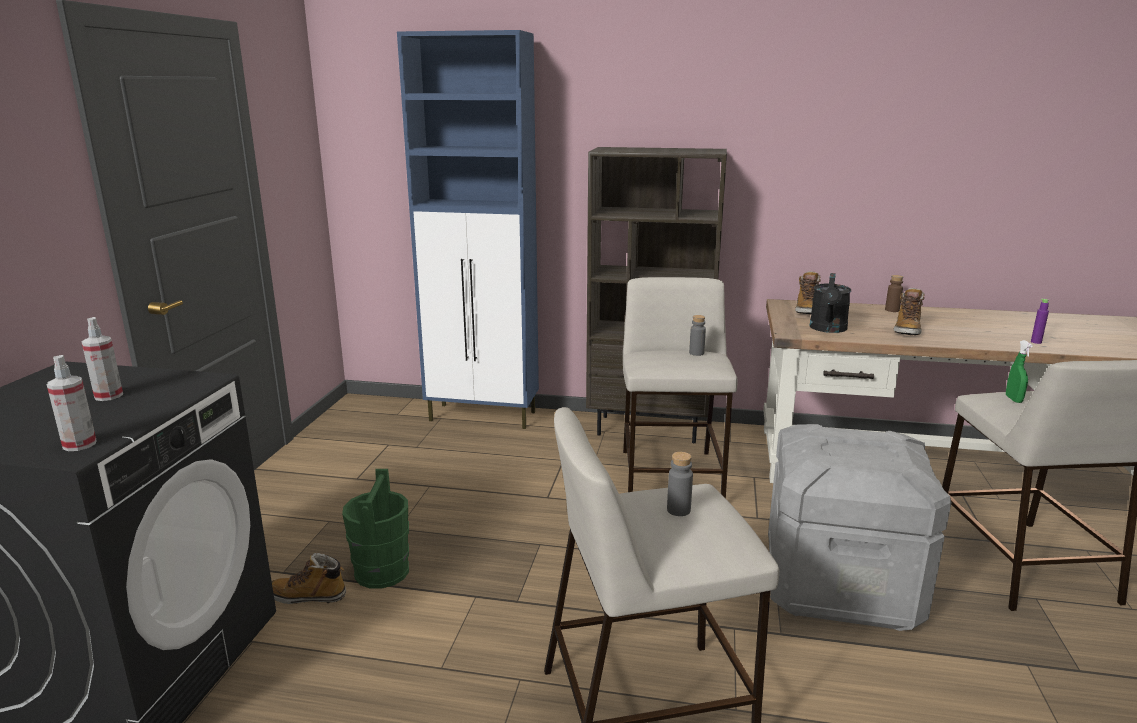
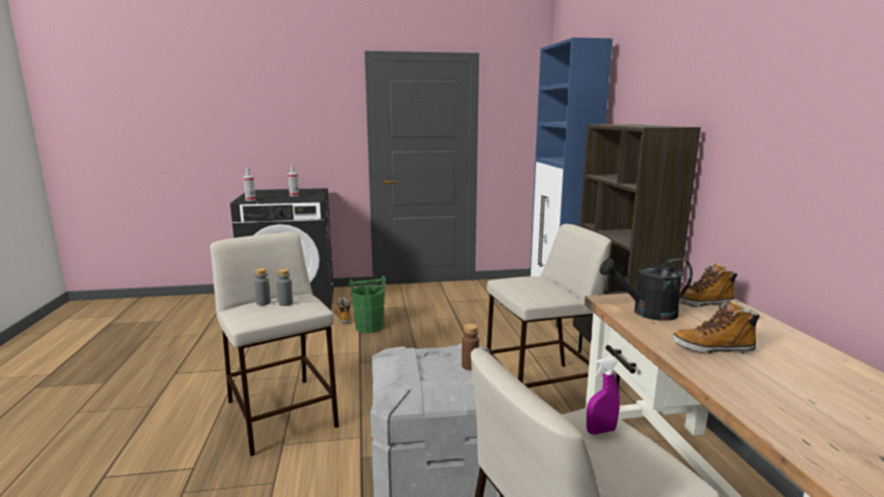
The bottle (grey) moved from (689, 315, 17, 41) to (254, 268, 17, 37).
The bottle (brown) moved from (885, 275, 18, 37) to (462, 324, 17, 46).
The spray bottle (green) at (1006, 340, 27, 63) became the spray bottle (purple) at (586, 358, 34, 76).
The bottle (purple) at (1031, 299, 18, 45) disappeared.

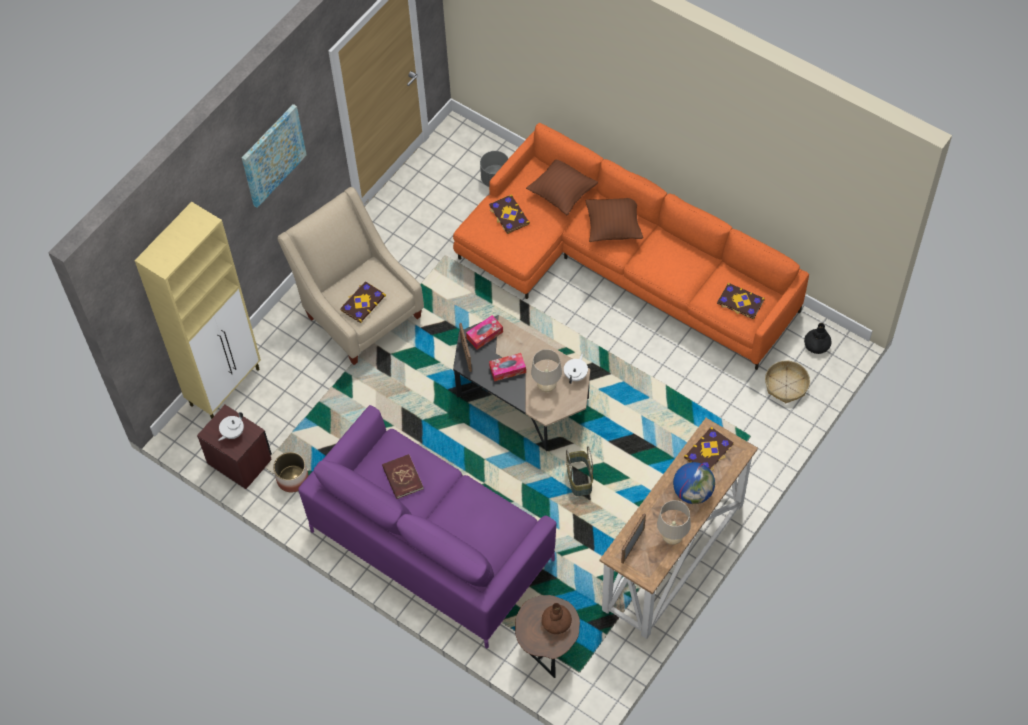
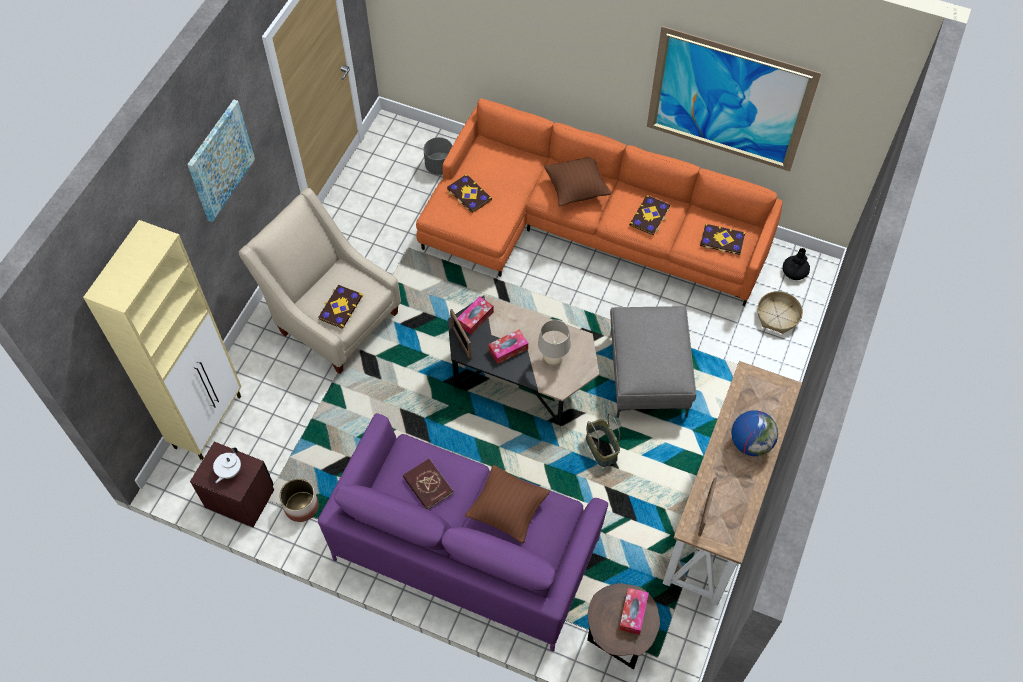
The pillow (brown) moved from (526, 160, 72, 55) to (465, 465, 85, 79).
The vase (brown) at (542, 603, 30, 31) was replaced by the tissue box at (619, 588, 30, 47).
The teapot (white) at (564, 354, 24, 30) disappeared.
The table lamp (beige) at (657, 500, 34, 45) disappeared.
The book moved from (684, 427, 50, 44) to (629, 195, 41, 40).
The ottoman (grey) at (610, 306, 86, 112) appeared.
The picture at (647, 26, 174, 146) appeared.

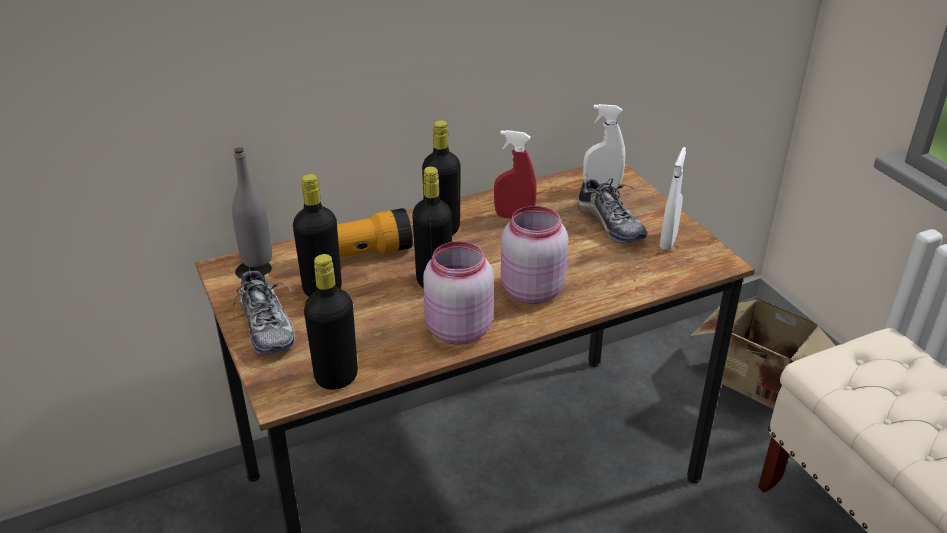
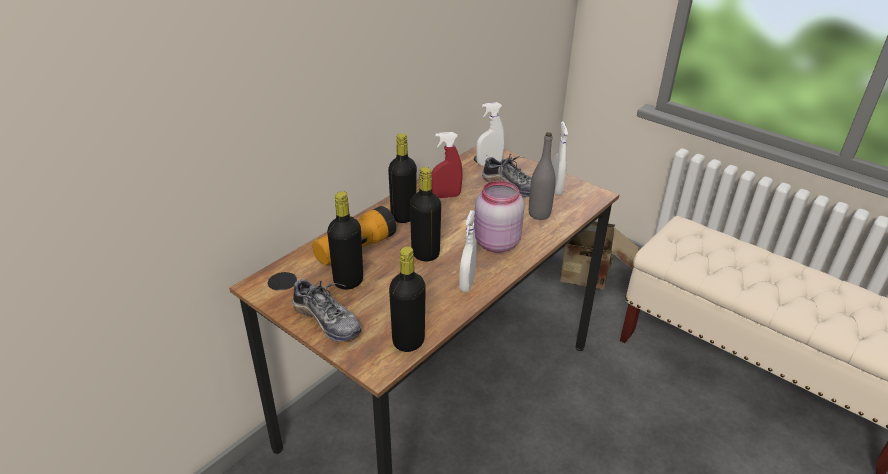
The bottle (grey) moved from (232, 147, 40, 120) to (529, 132, 27, 88).
The jar (pink) at (423, 241, 71, 104) was replaced by the spray bottle (white) at (459, 210, 18, 82).

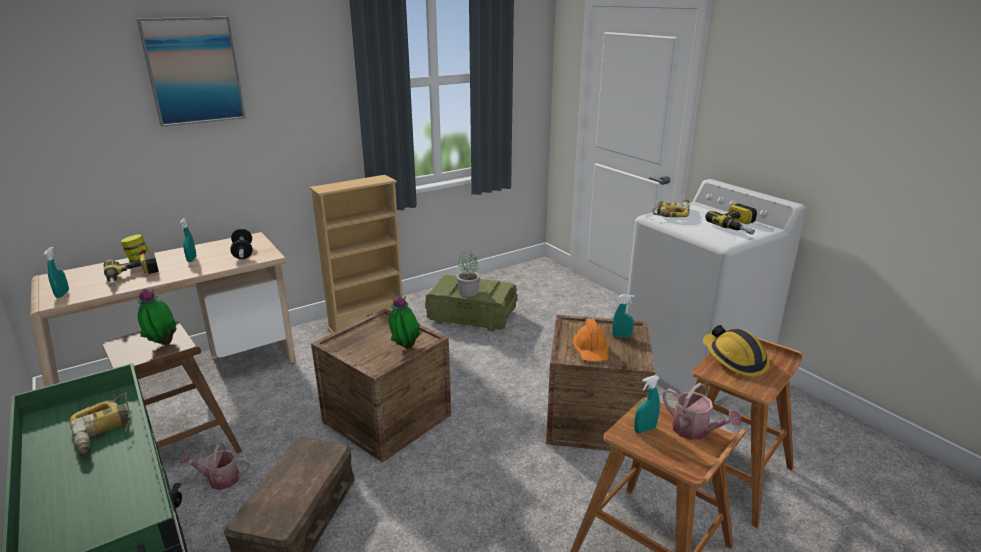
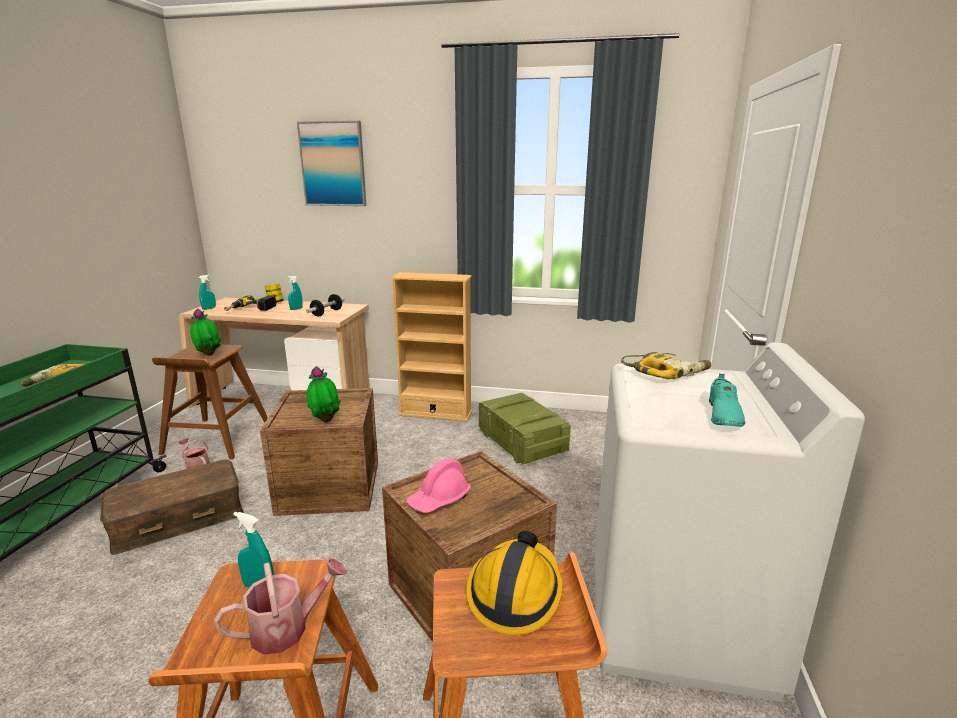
The potted plant at (456, 250, 24, 47) disappeared.
The hard hat (orange) at (573, 319, 35, 43) became the hard hat (pink) at (406, 458, 65, 55).
The spray bottle (turquoise) at (612, 294, 22, 43) disappeared.
The watering can at (662, 383, 80, 57) turned 120 degrees counterclockwise.
The power drill at (705, 204, 52, 31) was replaced by the shoe (turquoise) at (709, 374, 36, 53).

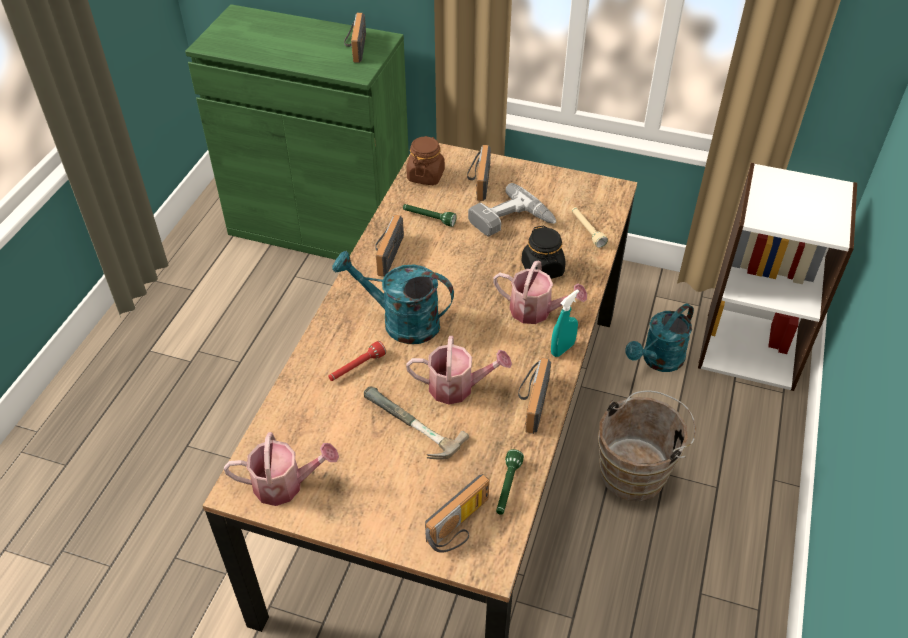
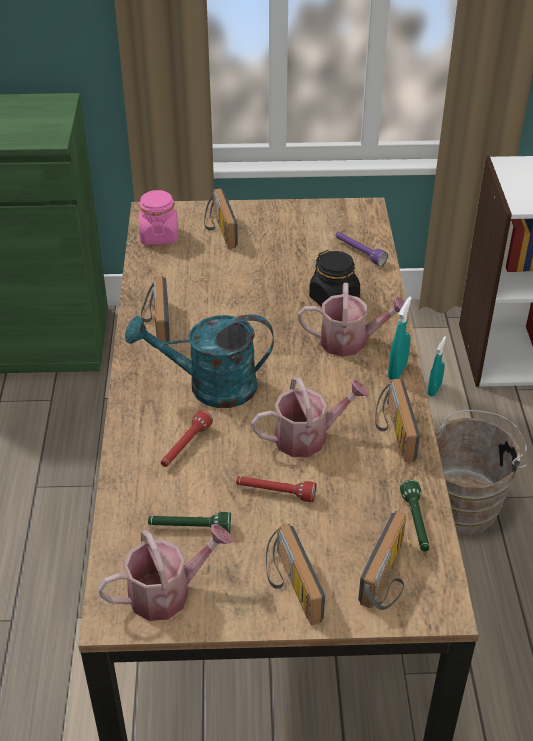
The radio moved from (344, 13, 22, 50) to (266, 524, 59, 101).
The hammer at (364, 387, 105, 73) was replaced by the flashlight (red) at (236, 476, 80, 26).
The flashlight (green) moved from (403, 204, 54, 23) to (148, 512, 83, 21).
The jar (brown) at (407, 136, 38, 49) became the jar (pink) at (139, 190, 39, 55).
The power drill at (468, 183, 88, 53) disappeared.
The flashlight (beige) at (572, 207, 36, 41) became the flashlight (purple) at (335, 232, 53, 34).
The watering can (turquoise) at (626, 304, 68, 68) was replaced by the spray bottle (turquoise) at (428, 336, 18, 61).

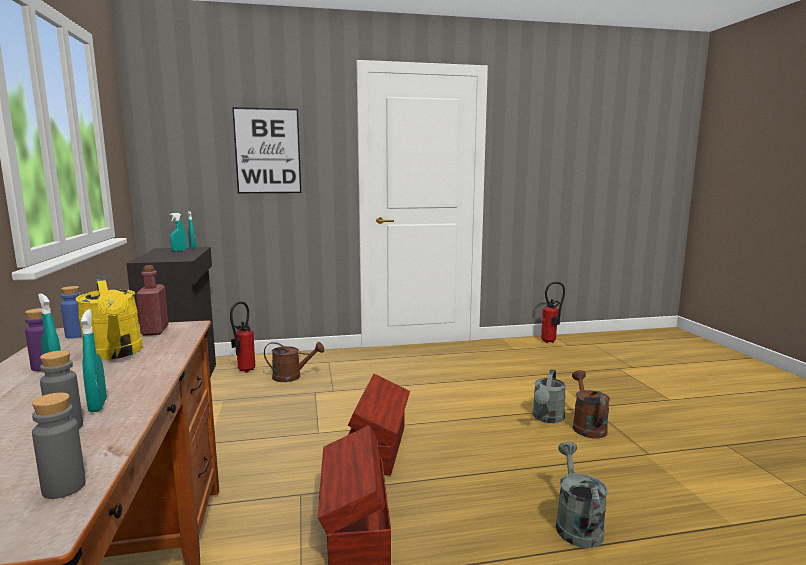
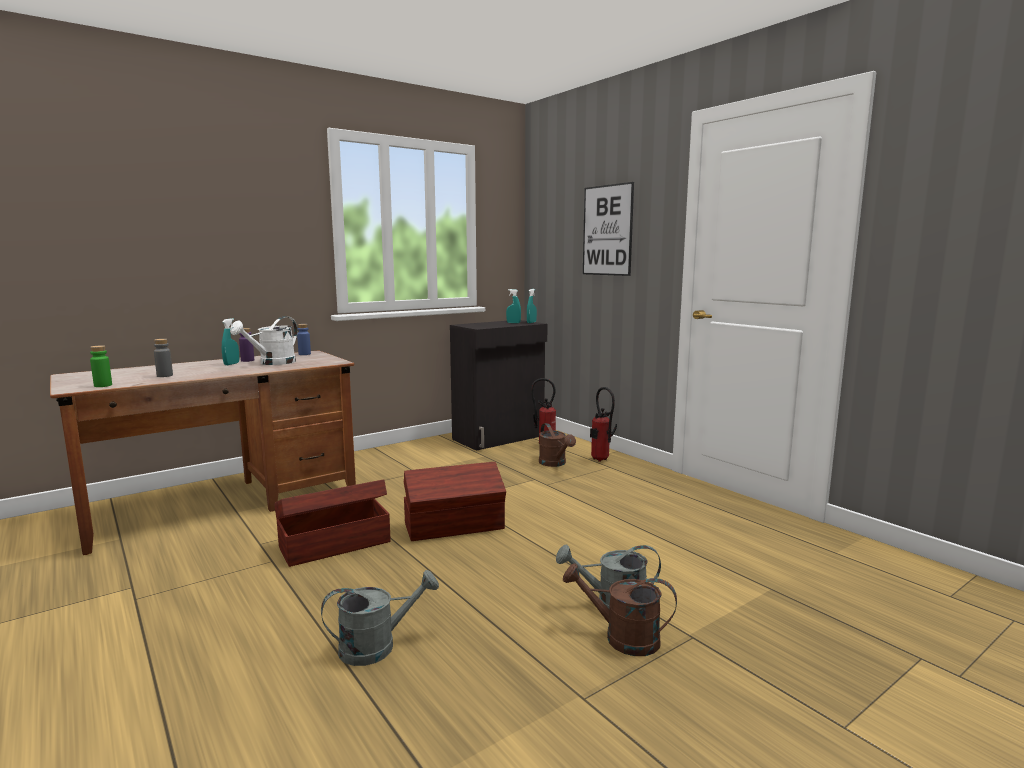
The bottle (grey) at (32, 393, 54, 106) became the bottle (green) at (90, 345, 22, 42).
The watering can (yellow) at (76, 275, 67, 85) became the watering can (white) at (230, 316, 67, 49).
The spray bottle (turquoise) at (81, 309, 26, 103) disappeared.
The bottle (red) at (136, 265, 32, 71) disappeared.
The fire extinguisher moved from (541, 282, 24, 61) to (590, 387, 27, 75).
The watering can (brown) at (572, 370, 38, 69) turned 135 degrees counterclockwise.

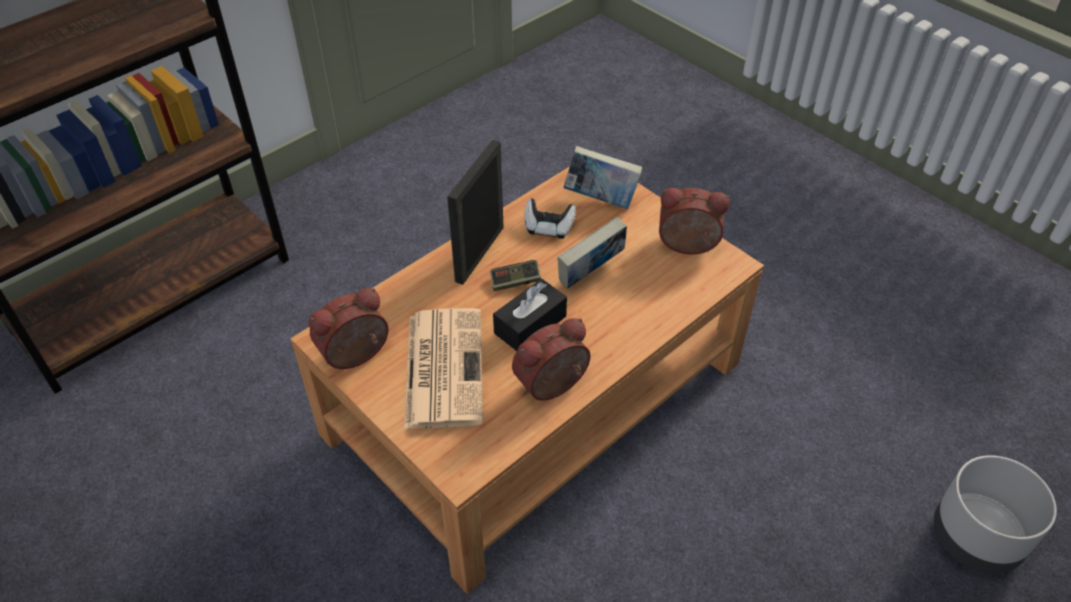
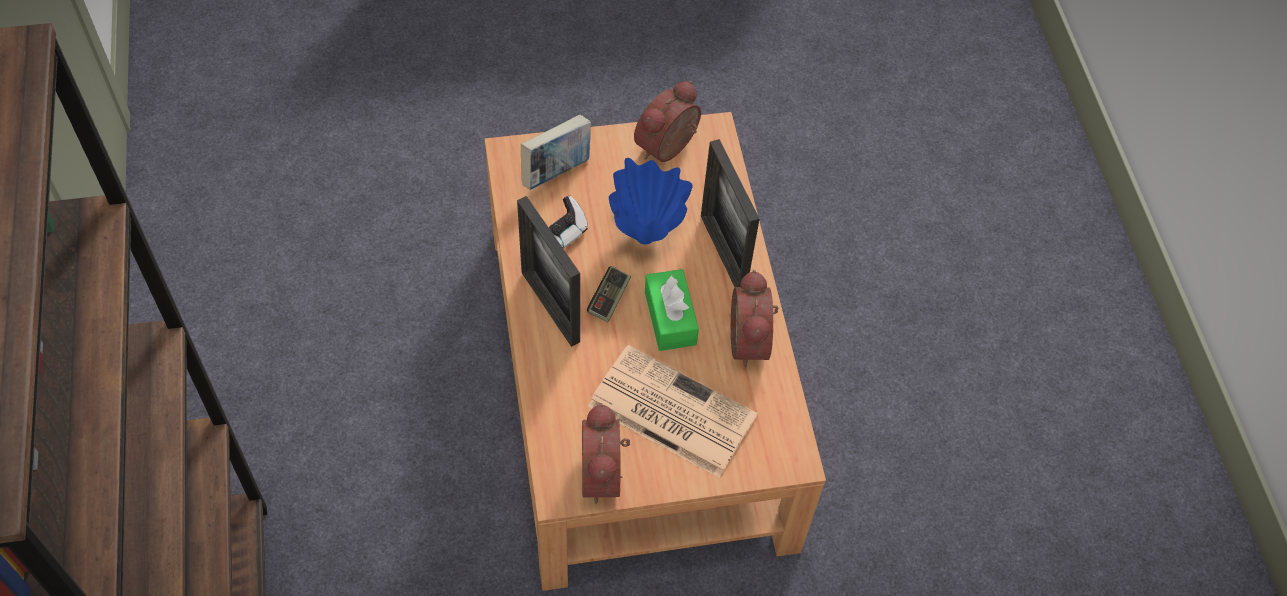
The tissue box (black) at (493, 279, 74, 72) became the tissue box (green) at (645, 269, 54, 82).
The book at (558, 217, 69, 72) was replaced by the vase (blue) at (609, 158, 84, 86).
The planter (grey) at (934, 455, 123, 119) disappeared.
The picture frame at (701, 139, 59, 148) appeared.

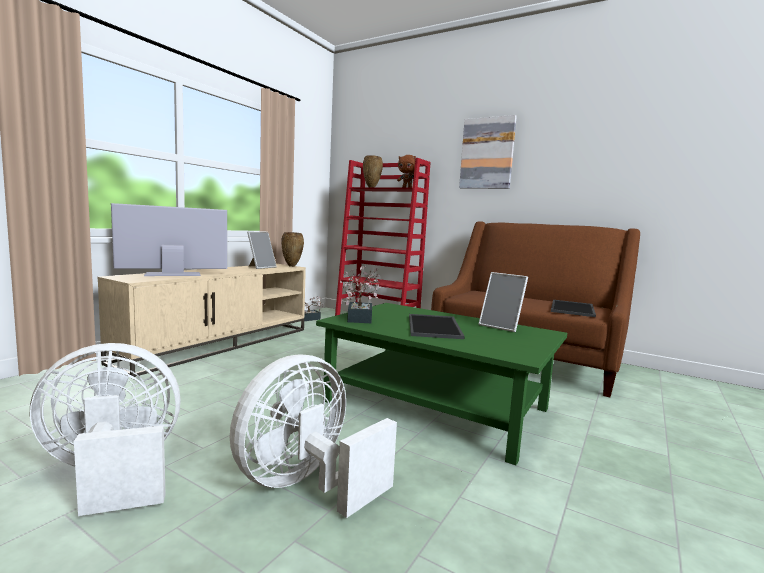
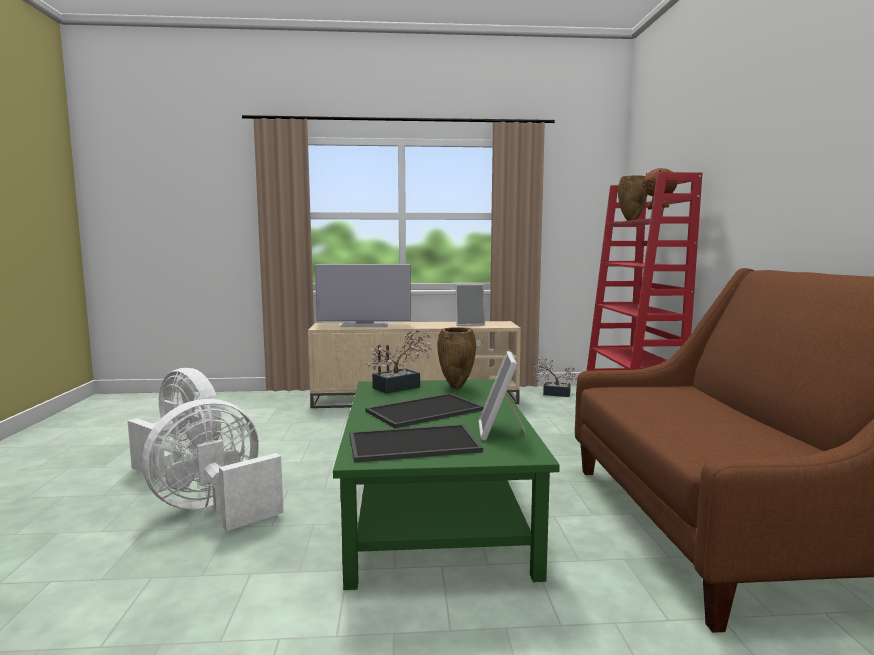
The television at (111, 203, 116, 73) turned 150 degrees clockwise.
The fan (white) at (230, 354, 167, 164) turned 45 degrees counterclockwise.
The vase (brown) moved from (281, 232, 23, 35) to (437, 327, 39, 62).
The picture at (459, 115, 58, 74) disappeared.
The tray moved from (551, 300, 45, 17) to (350, 424, 133, 39).

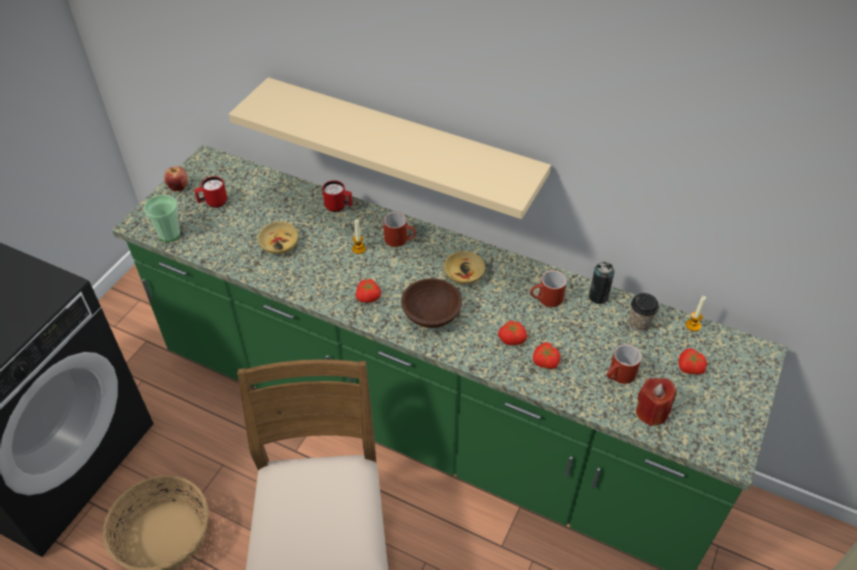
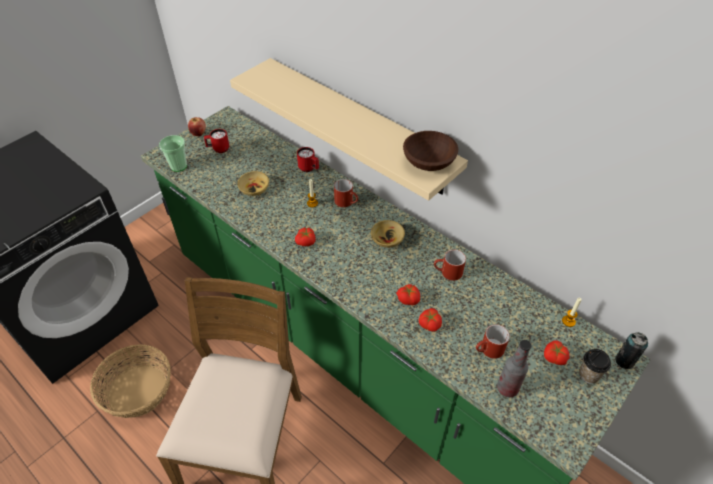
The bowl (brown) moved from (401, 278, 61, 50) to (403, 131, 55, 40).
The can moved from (589, 262, 26, 42) to (615, 332, 33, 37).
The cup moved from (629, 293, 30, 38) to (579, 349, 32, 35).
The candle (red) at (636, 378, 41, 48) was replaced by the bottle at (497, 340, 34, 57).

